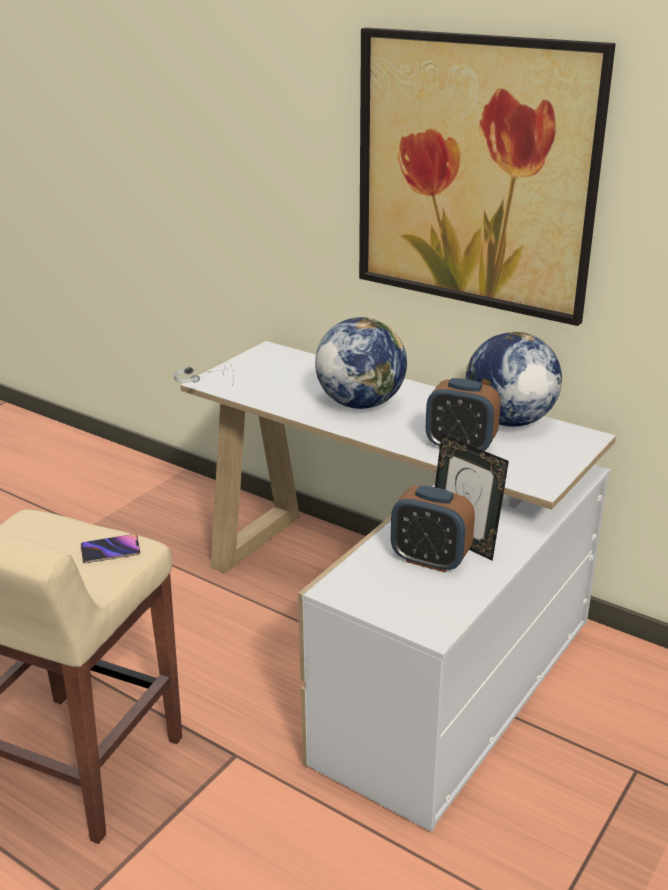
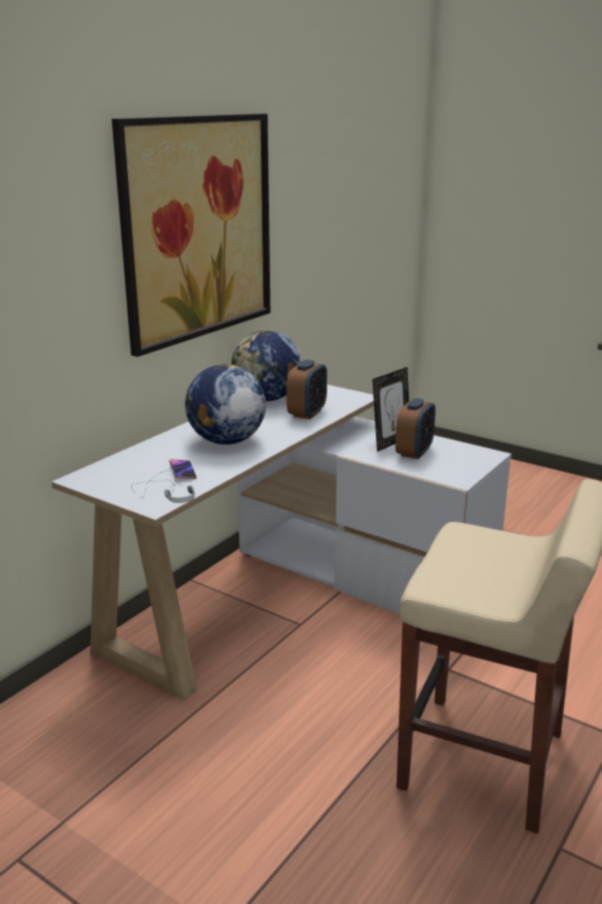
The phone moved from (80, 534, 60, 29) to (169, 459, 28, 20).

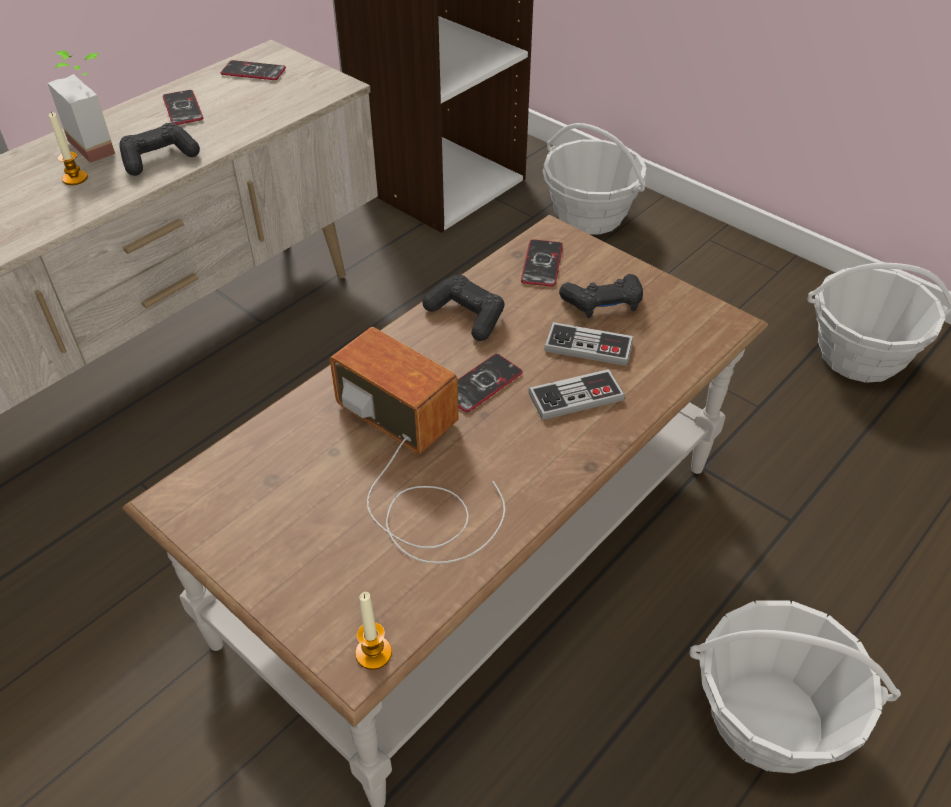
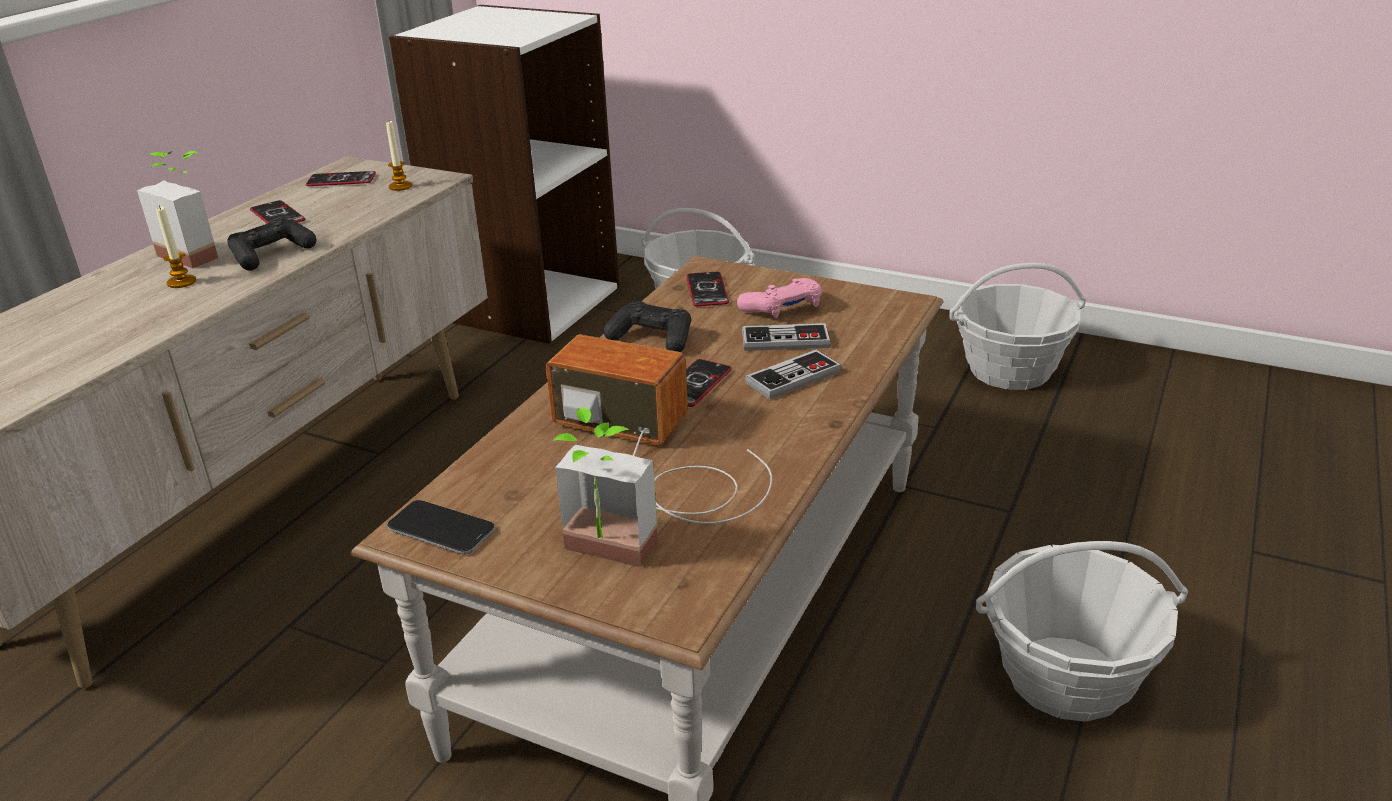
The candle moved from (355, 592, 37, 78) to (386, 121, 26, 70).
The game controller (black) at (559, 274, 84, 44) became the game controller (pink) at (737, 278, 85, 40).
The phone at (387, 500, 108, 54) appeared.
The potted plant at (552, 407, 106, 160) appeared.

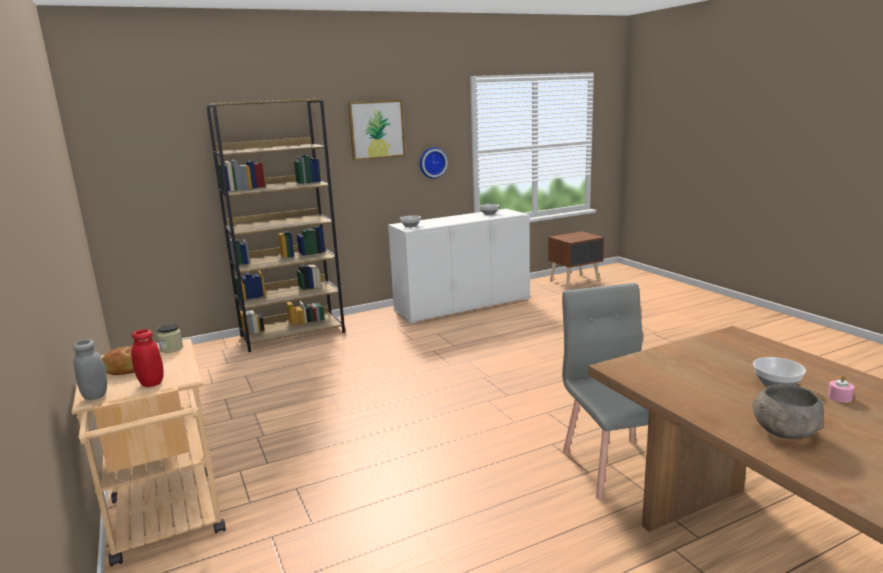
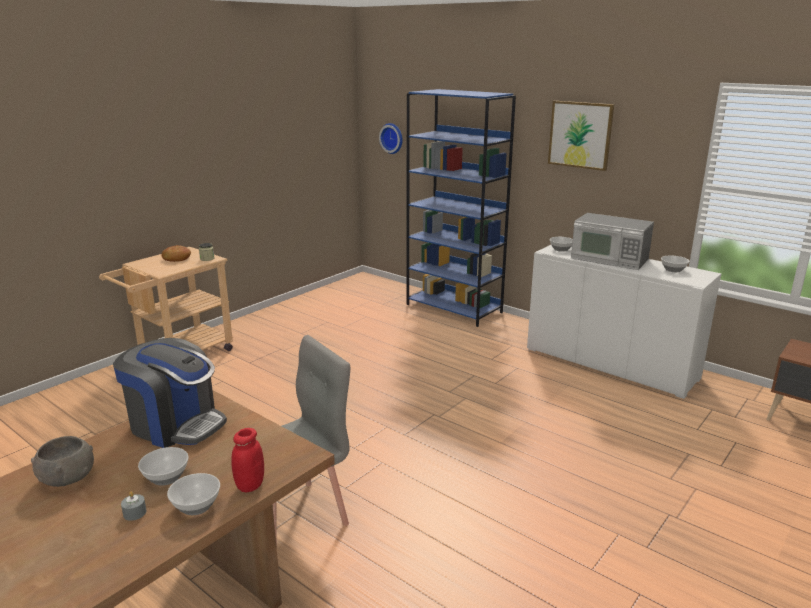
The jar (grey) at (73, 339, 34, 61) disappeared.
The jar (red) moved from (131, 329, 33, 58) to (231, 428, 33, 64).
The bookcase (brown) at (206, 99, 139, 253) became the bookcase (blue) at (407, 89, 109, 238).
The wall clock moved from (420, 147, 28, 32) to (379, 123, 23, 31).
The candle (pink) at (828, 374, 26, 29) became the candle (grey) at (121, 491, 26, 30).
The coffee machine at (113, 338, 114, 110) appeared.
The bowl at (167, 473, 53, 42) appeared.
The microwave at (571, 213, 83, 57) appeared.

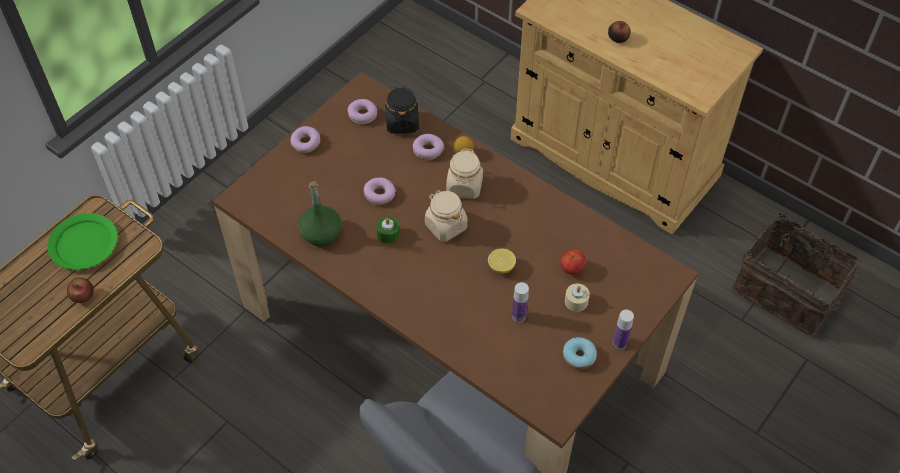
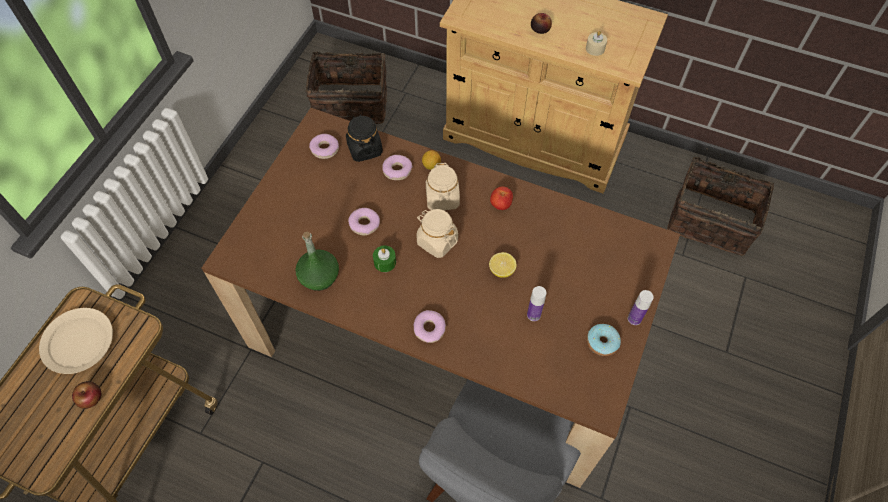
The plate (green) at (47, 213, 71, 57) became the plate (beige) at (39, 308, 74, 66).
The donut moved from (290, 126, 30, 27) to (414, 310, 32, 33).
The tomato moved from (560, 249, 26, 26) to (490, 187, 23, 23).
The candle (beige) moved from (565, 284, 25, 28) to (586, 31, 21, 25).
The basket at (305, 42, 82, 82) appeared.

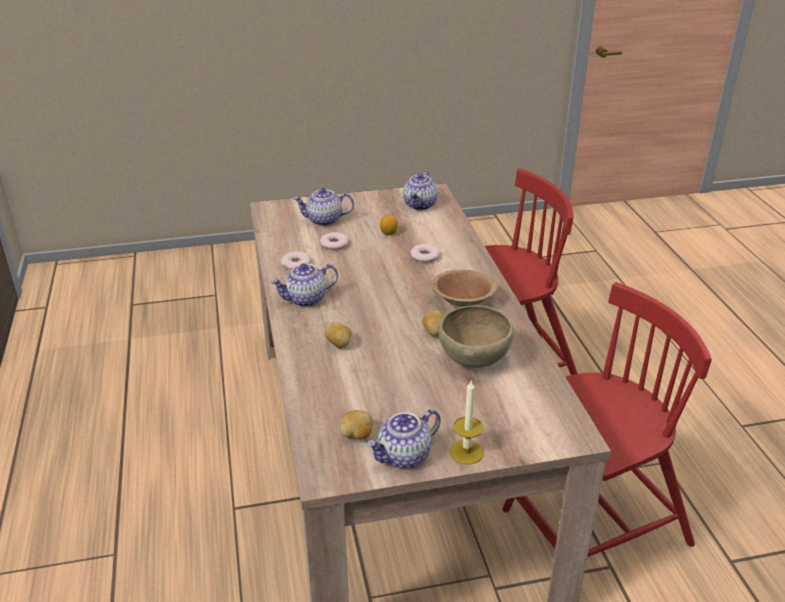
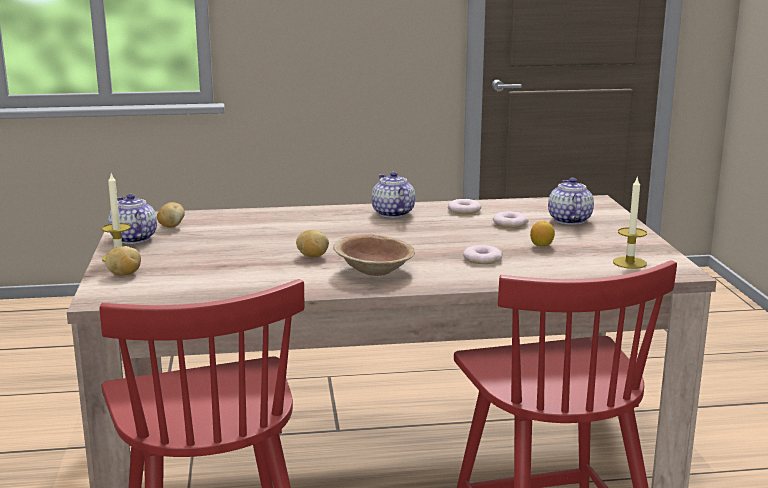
The potato moved from (325, 322, 27, 26) to (105, 246, 36, 30).
The teapot at (403, 170, 35, 40) was replaced by the candle at (613, 176, 34, 93).
The bowl (brown) at (438, 306, 76, 62) disappeared.

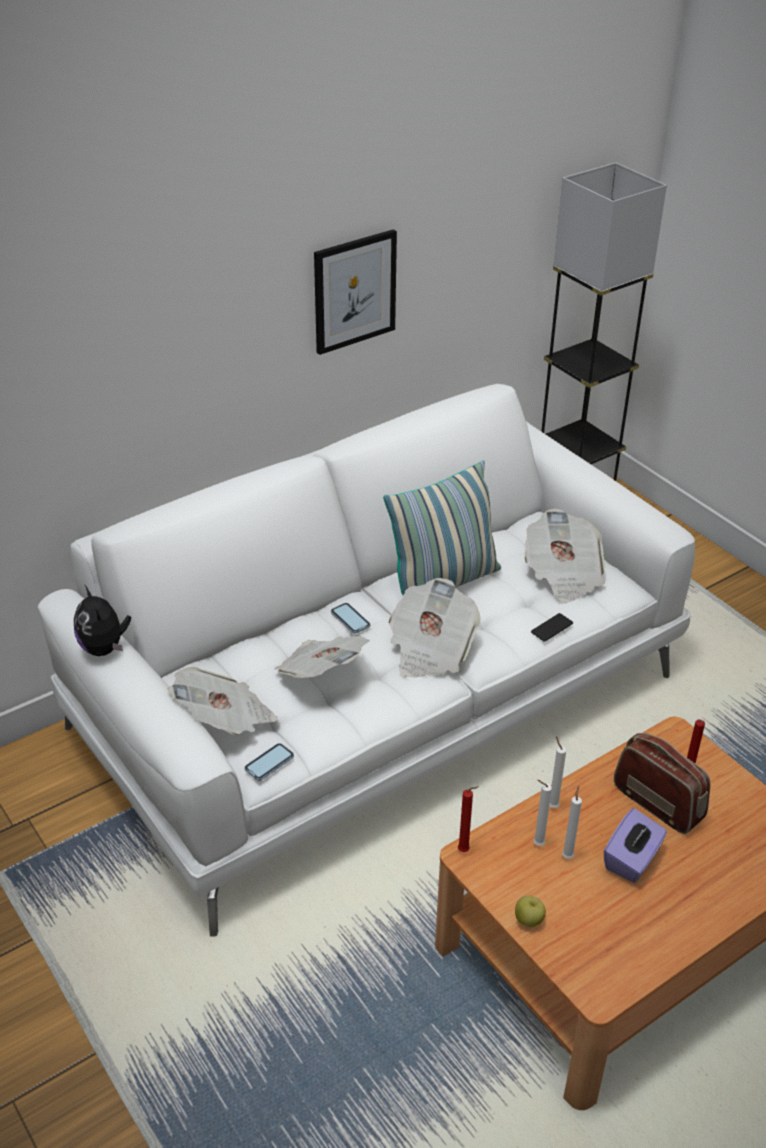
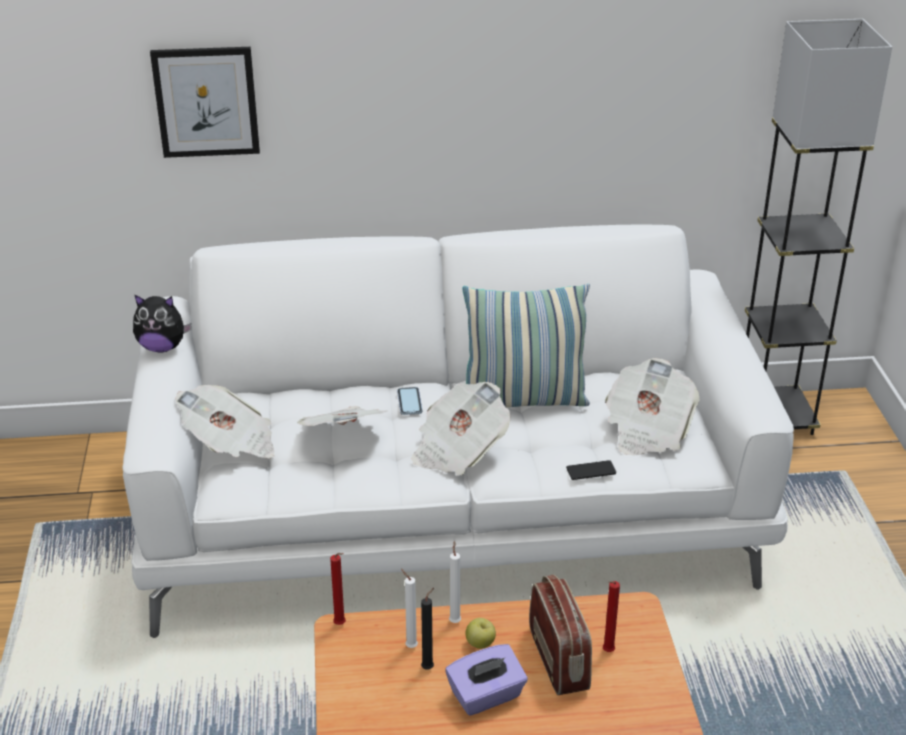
The plush toy at (74, 586, 57, 70) turned 90 degrees counterclockwise.
The phone at (244, 743, 50, 38) disappeared.
The picture moved from (314, 229, 83, 126) to (150, 47, 110, 111).
The apple moved from (515, 896, 31, 31) to (465, 618, 31, 31).
The candle (white) at (562, 786, 20, 73) became the candle (black) at (421, 588, 13, 81).

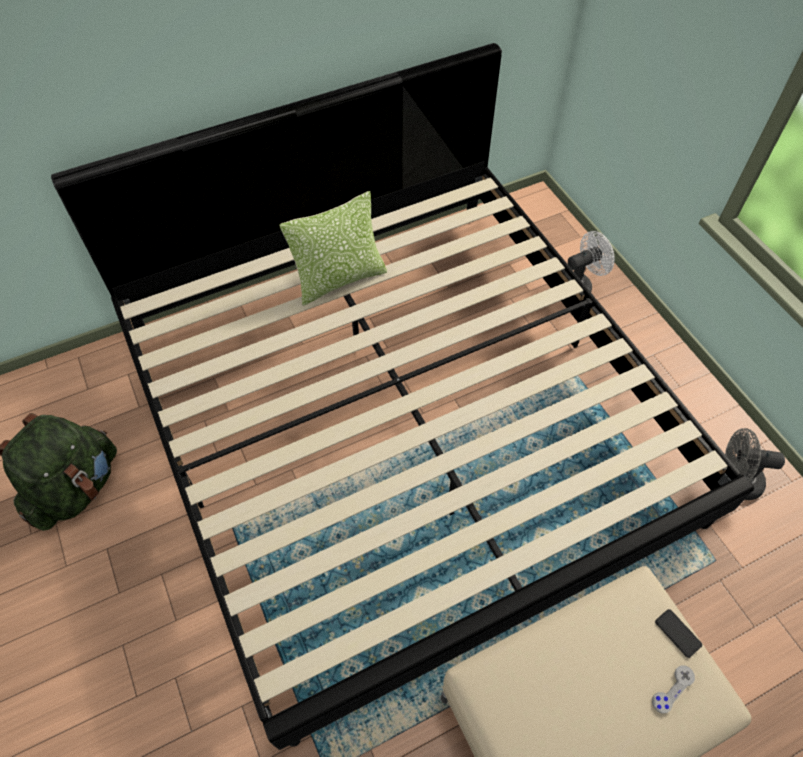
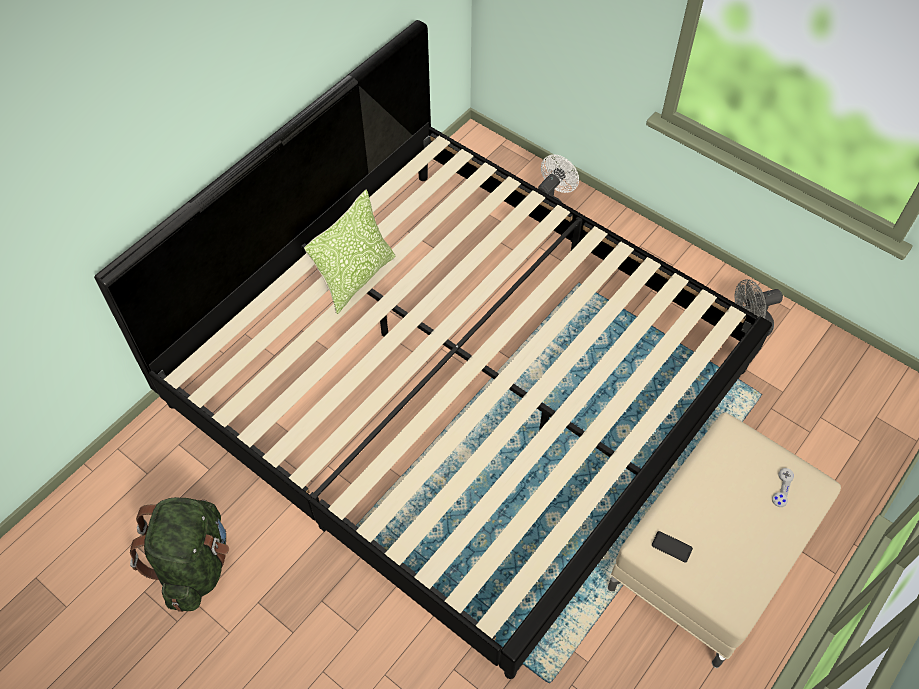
The phone moved from (655, 609, 47, 49) to (652, 531, 41, 31).

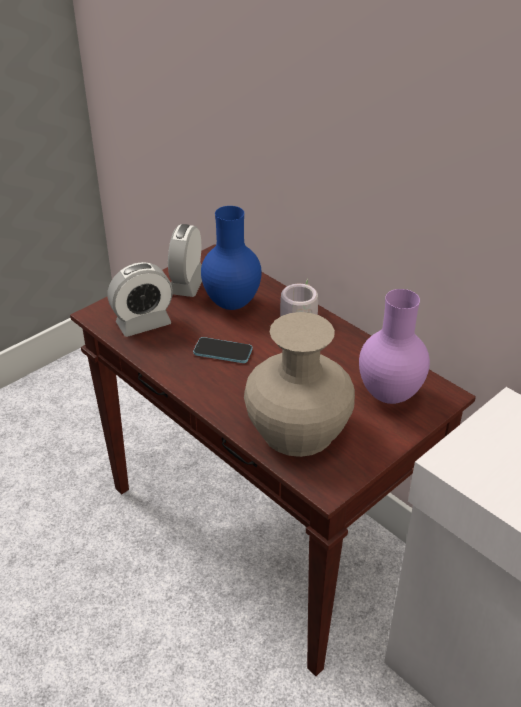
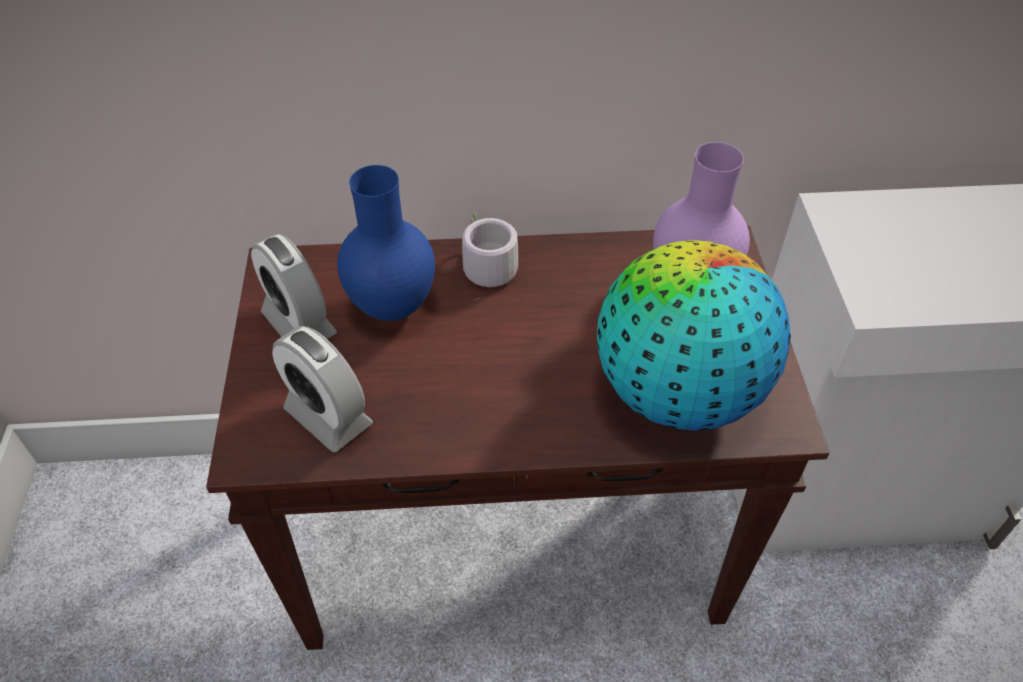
The alarm clock at (107, 262, 66, 75) turned 120 degrees clockwise.
The phone at (193, 337, 59, 26) disappeared.
The vase (beige) at (244, 312, 111, 145) was replaced by the globe at (597, 240, 194, 191).

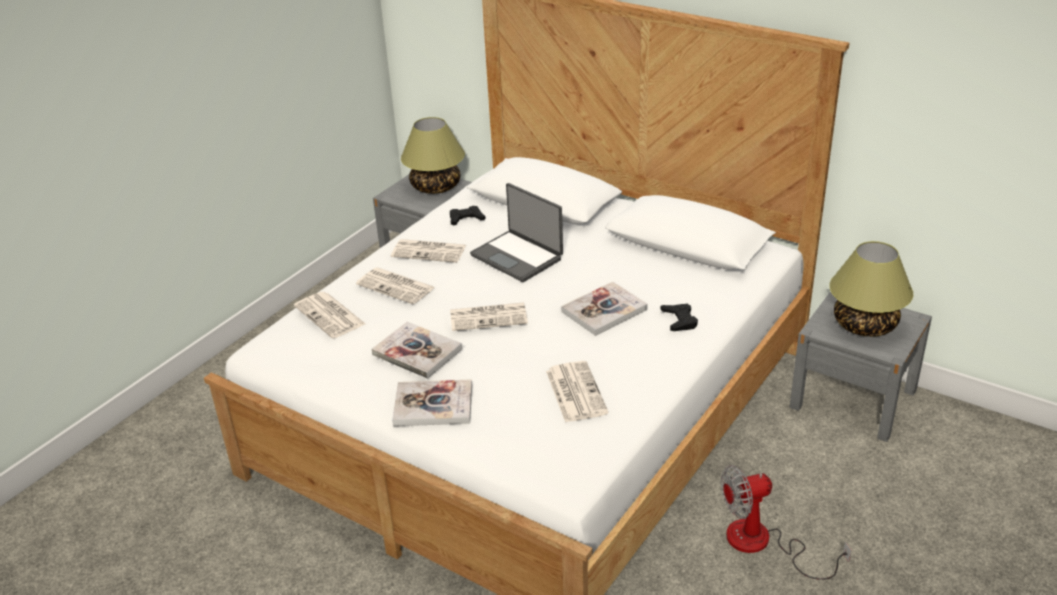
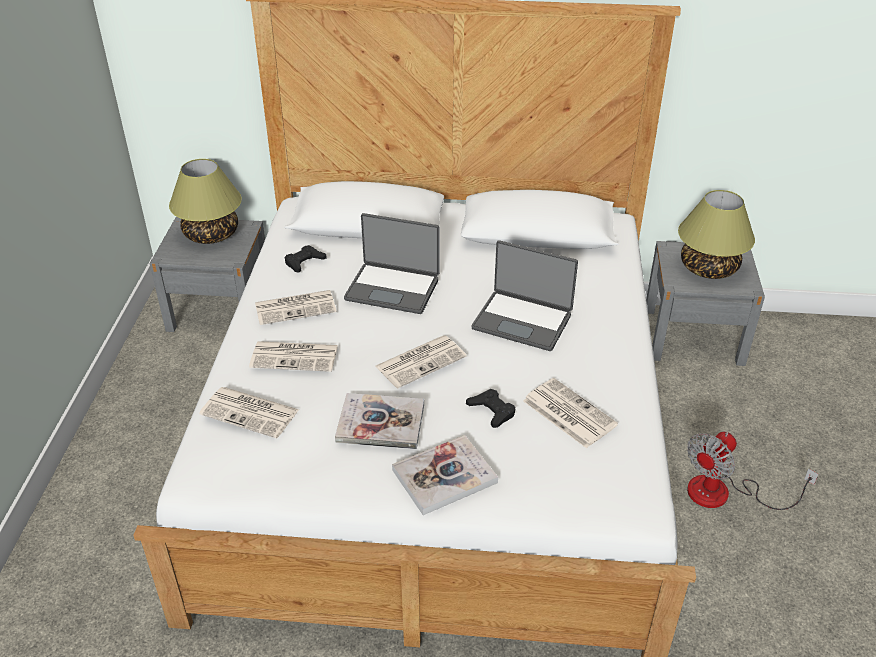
The book at (561, 282, 87, 54) was replaced by the laptop at (472, 240, 106, 111).
The game controller (black) moved from (661, 304, 37, 27) to (466, 389, 49, 39).

